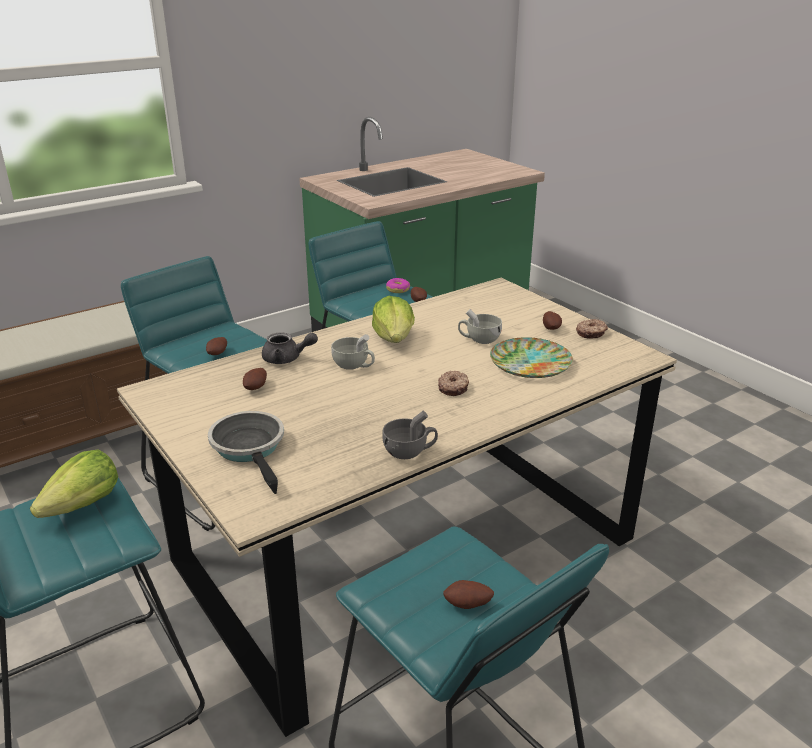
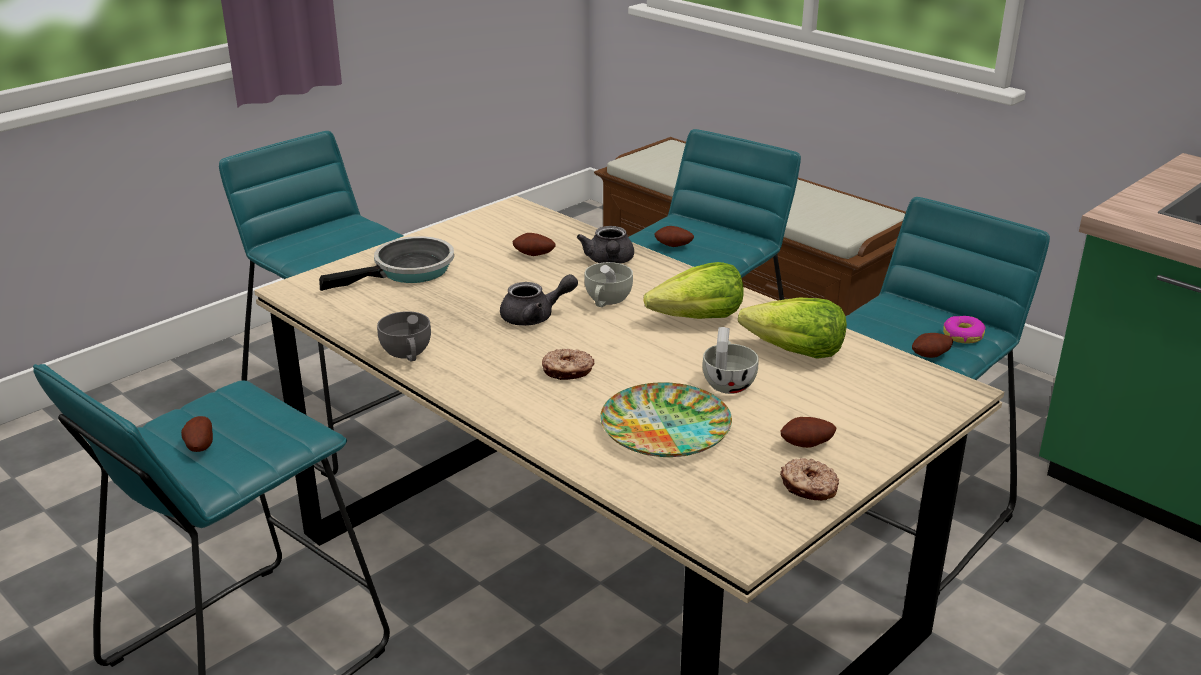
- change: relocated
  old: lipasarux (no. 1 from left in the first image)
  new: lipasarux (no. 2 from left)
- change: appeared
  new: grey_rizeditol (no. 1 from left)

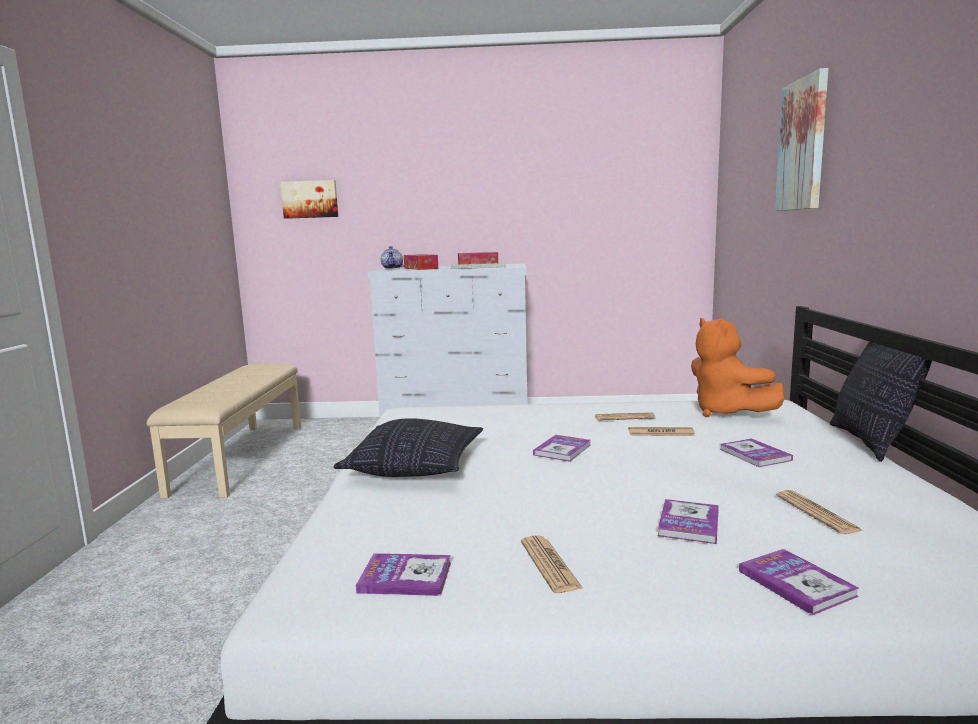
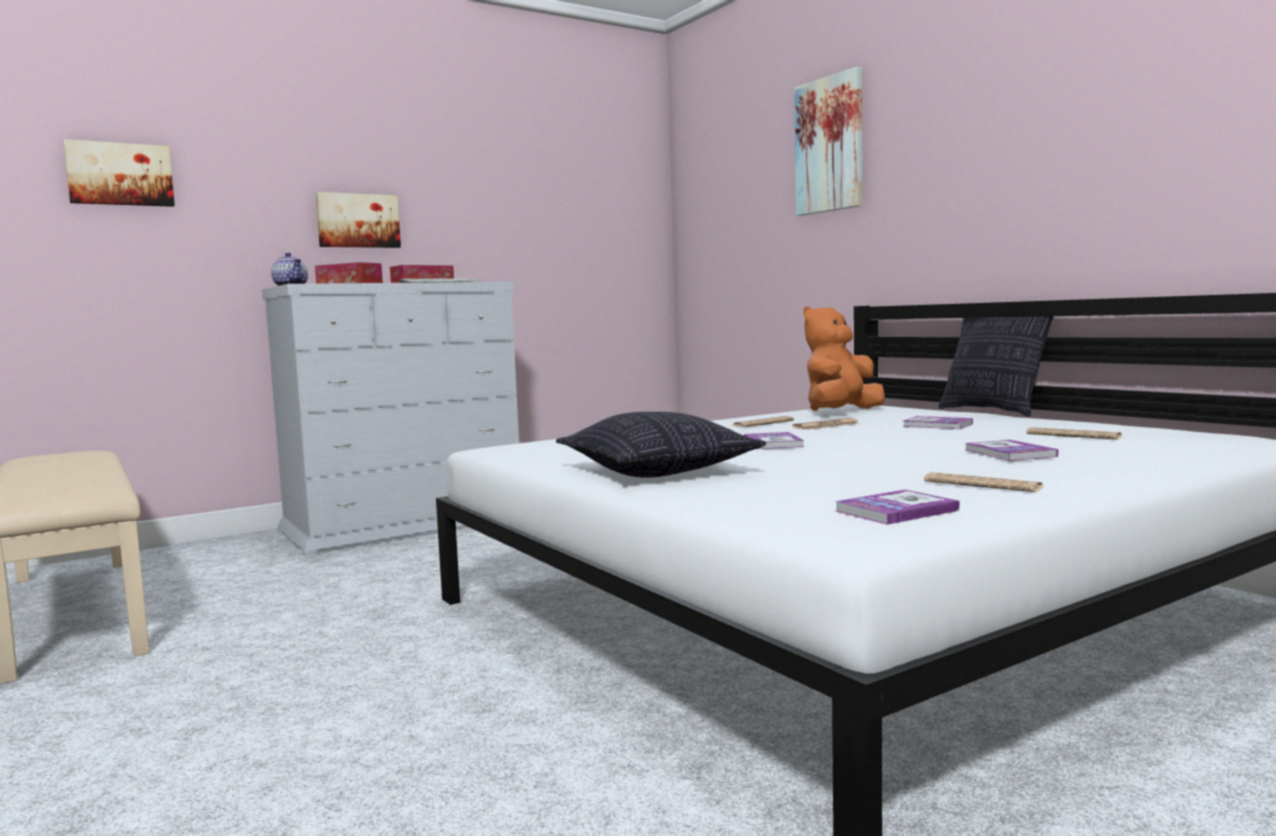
- change: spun
  old: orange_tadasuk
  degrees: 105
- change: missing
  old: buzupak (no. 5 from left)
- change: appeared
  new: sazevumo (no. 2 from left)

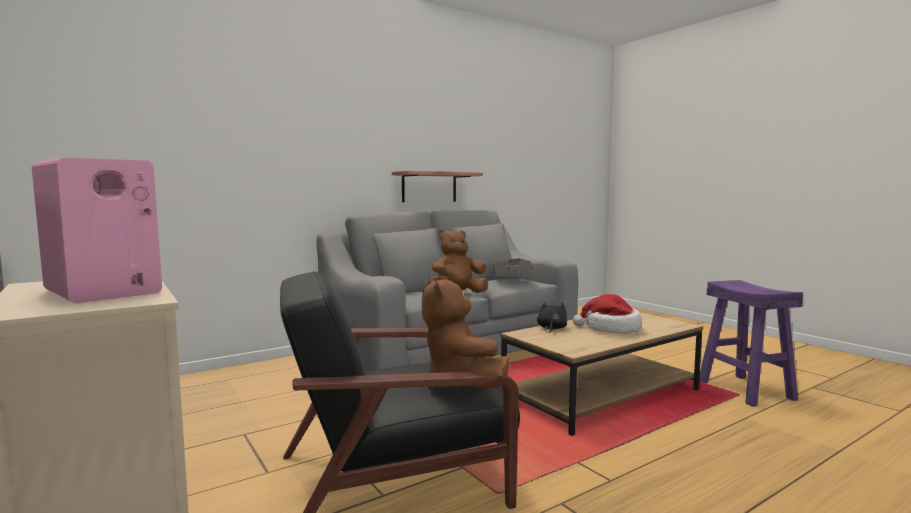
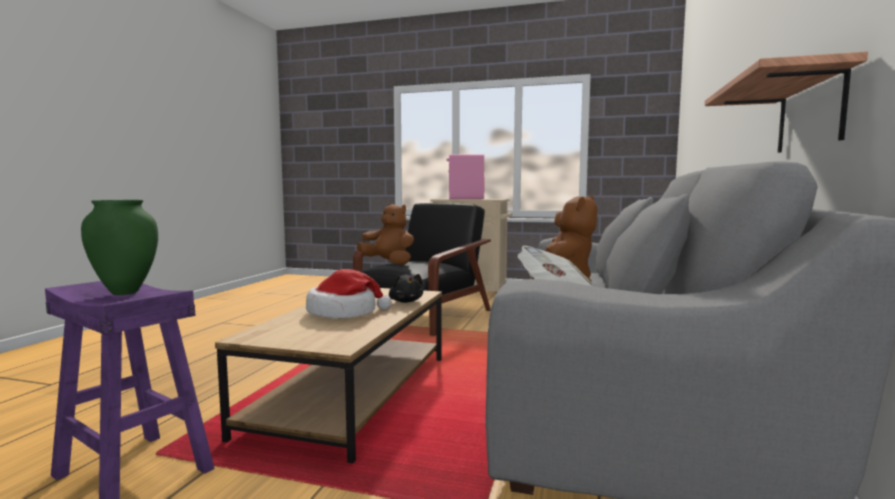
- change: appeared
  new: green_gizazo

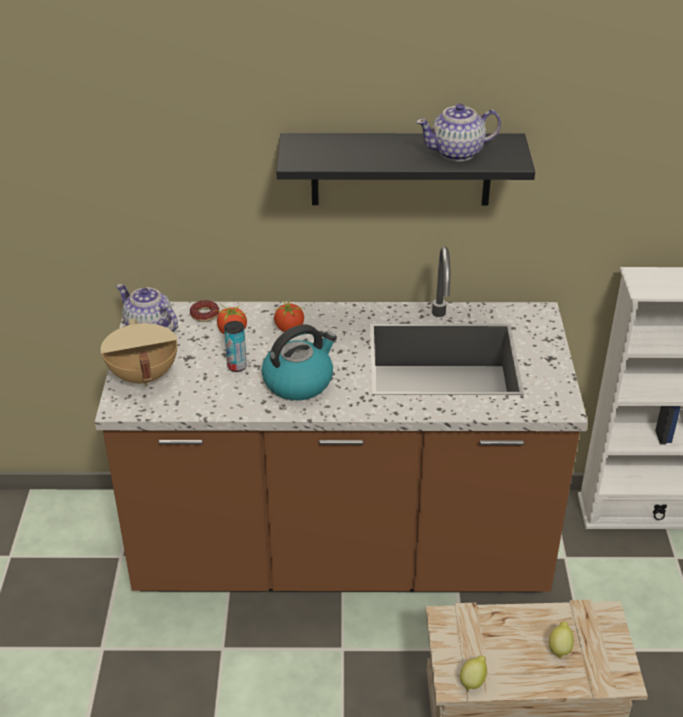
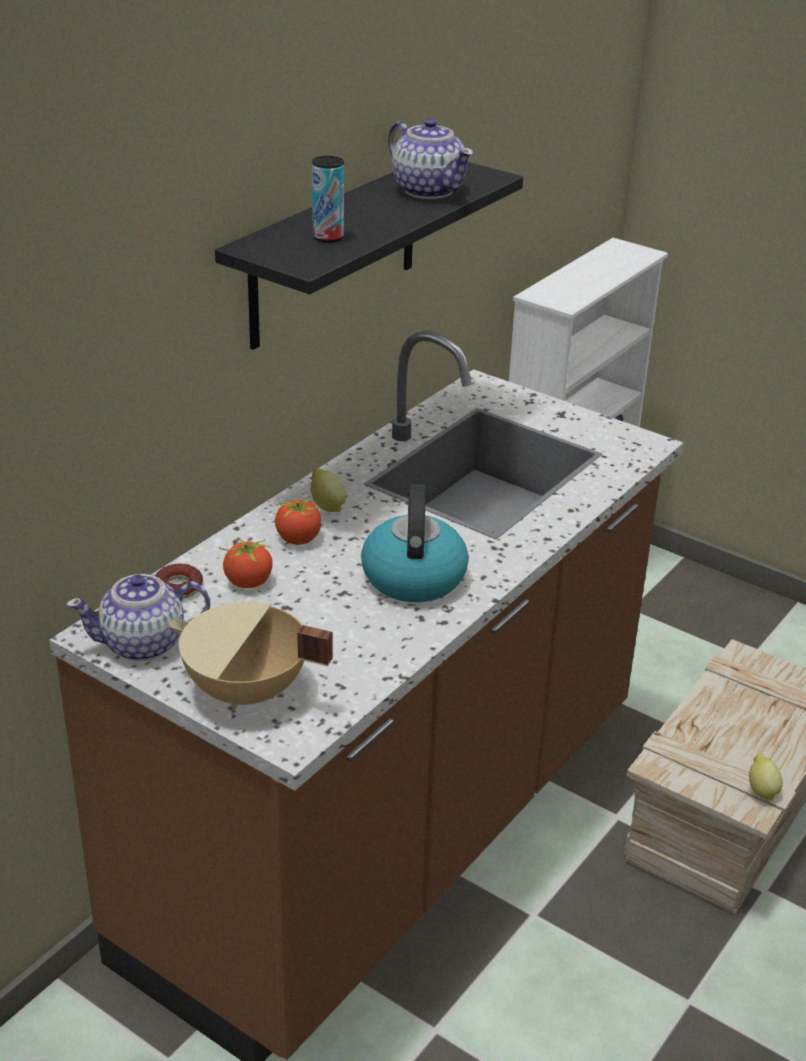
- change: spun
  old: rizeditol (no. 2 from left)
  degrees: -60
- change: relocated
  old: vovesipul
- change: relocated
  old: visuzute (no. 2 from left in the first image)
  new: visuzute (no. 1 from left)

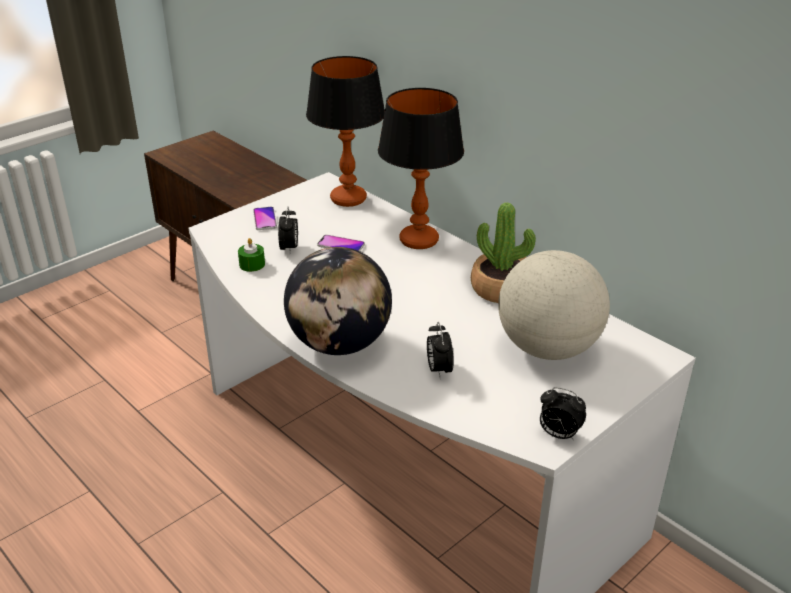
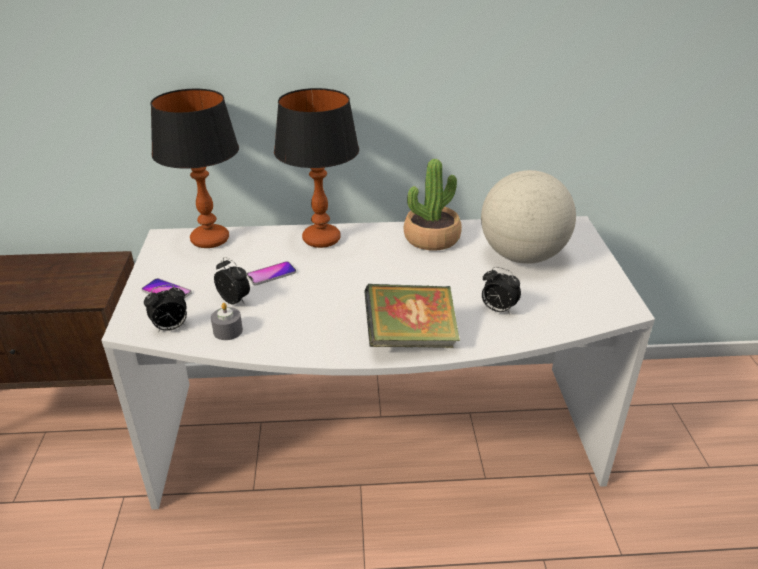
- change: colour
  old: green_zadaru
  new: grey_zadaru
- change: exchanged
  old: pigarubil (no. 1 from left)
  new: buzupak
- change: relocated
  old: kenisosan (no. 3 from left in the first image)
  new: kenisosan (no. 1 from left)

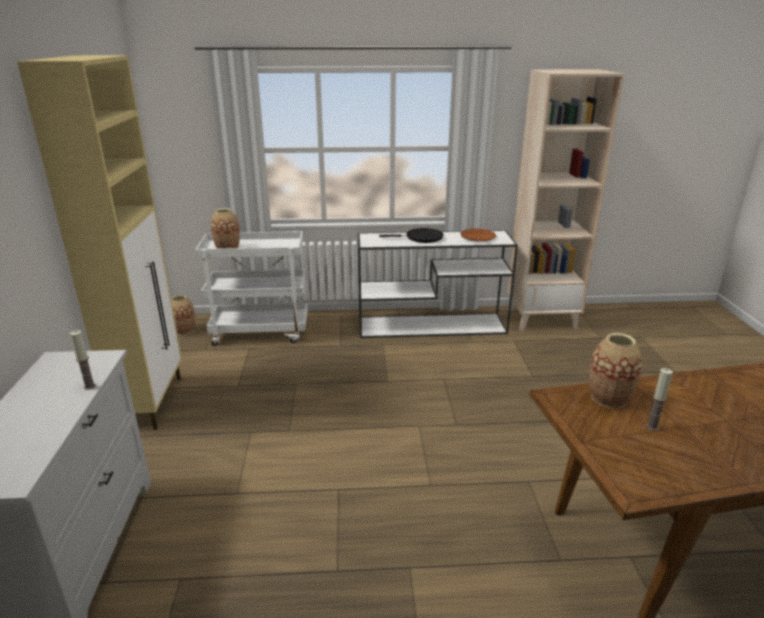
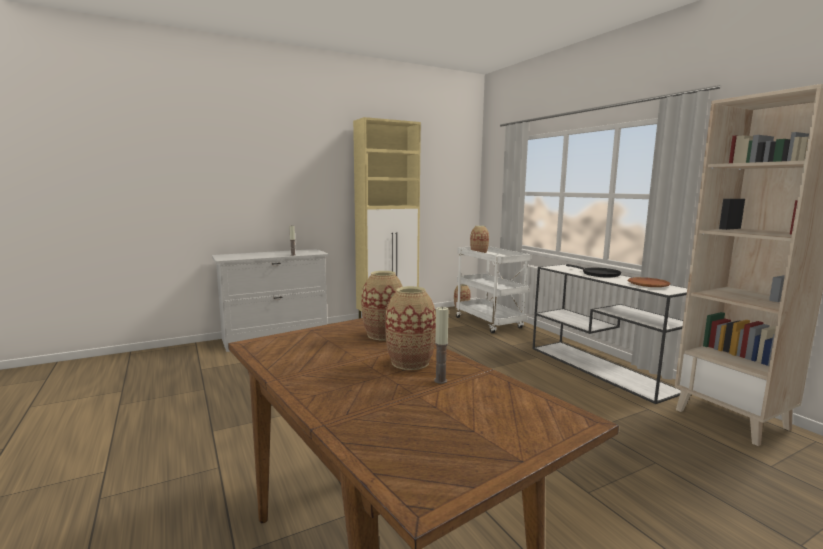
- change: relocated
  old: zadaru (no. 2 from left)
- change: appeared
  new: gizazo (no. 2 from left)

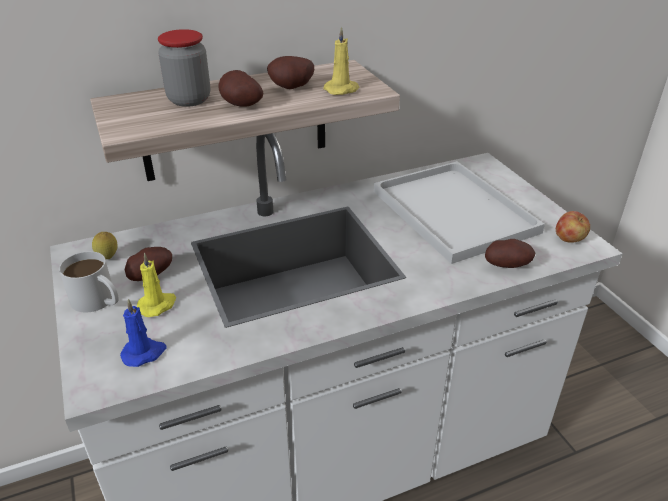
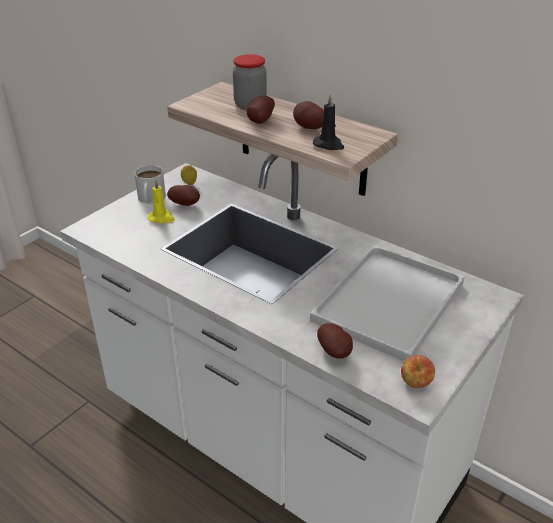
- change: colour
  old: yellow_zadaru (no. 2 from left)
  new: black_zadaru
- change: missing
  old: blue_zadaru

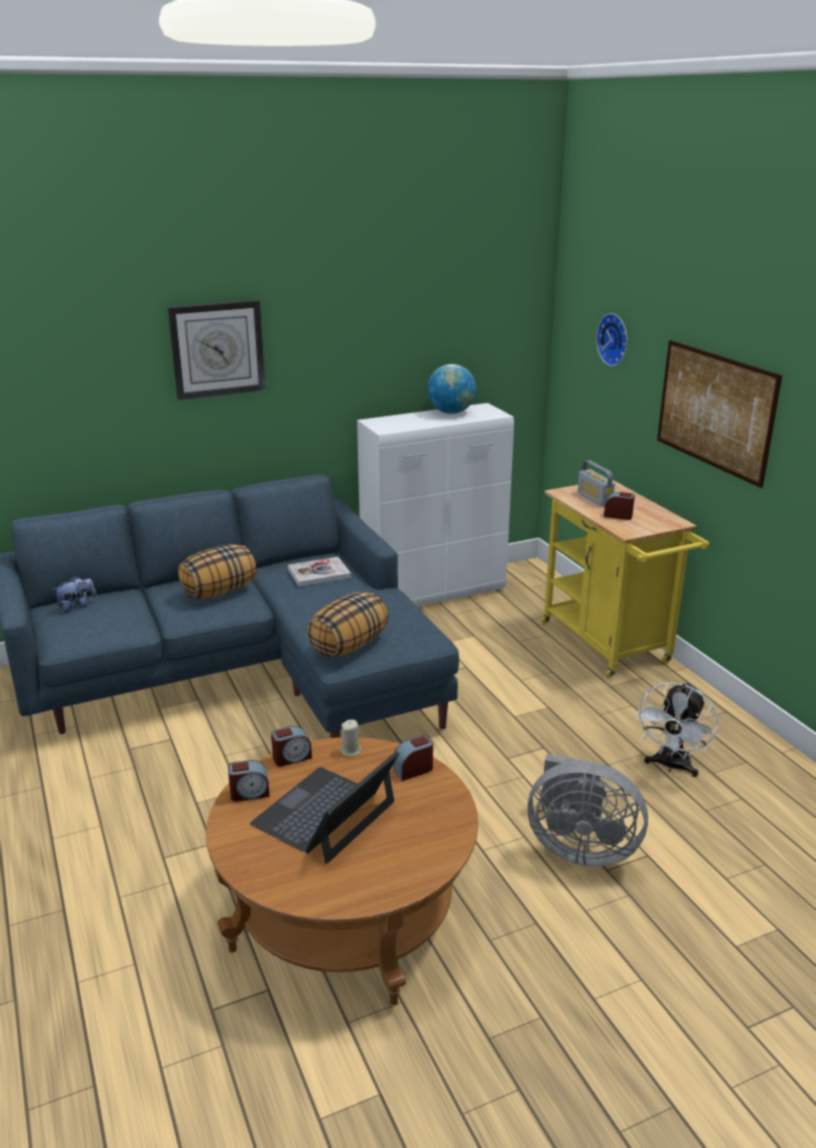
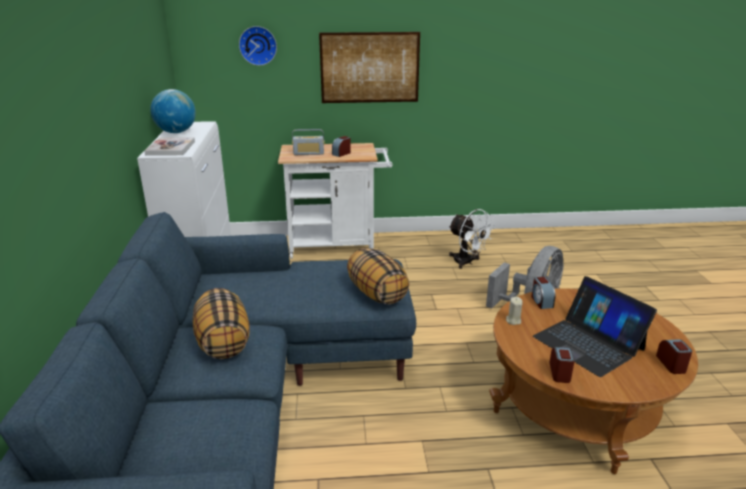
- change: missing
  old: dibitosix (no. 1 from left)
- change: colour
  old: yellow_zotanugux
  new: white_zotanugux
- change: relocated
  old: buzupak
- change: missing
  old: tadasuk
- change: relocated
  old: kenisosan (no. 2 from left in the first image)
  new: kenisosan (no. 4 from left)

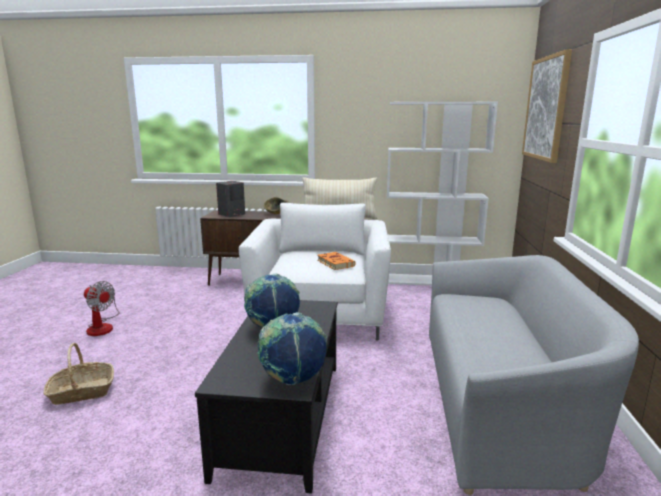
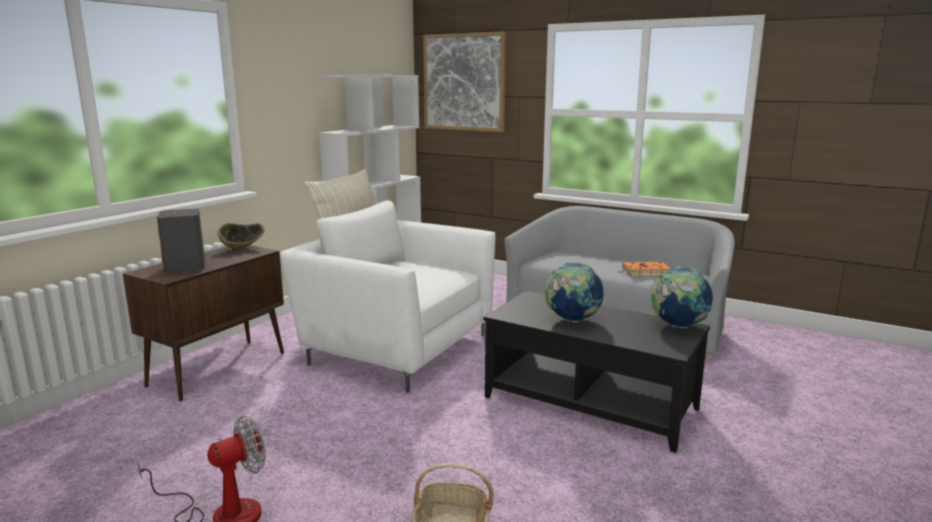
- change: relocated
  old: orange_buzupak

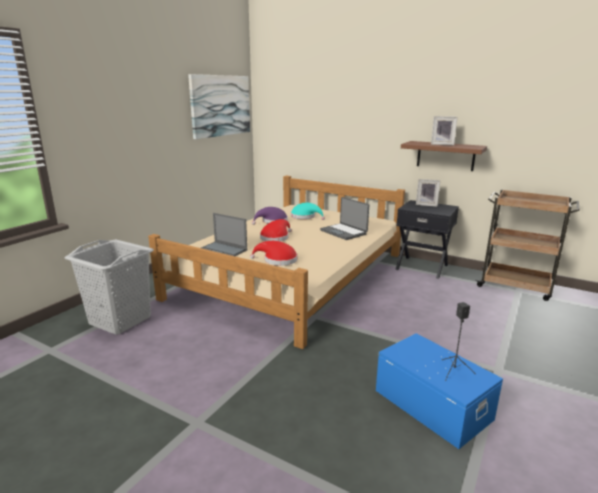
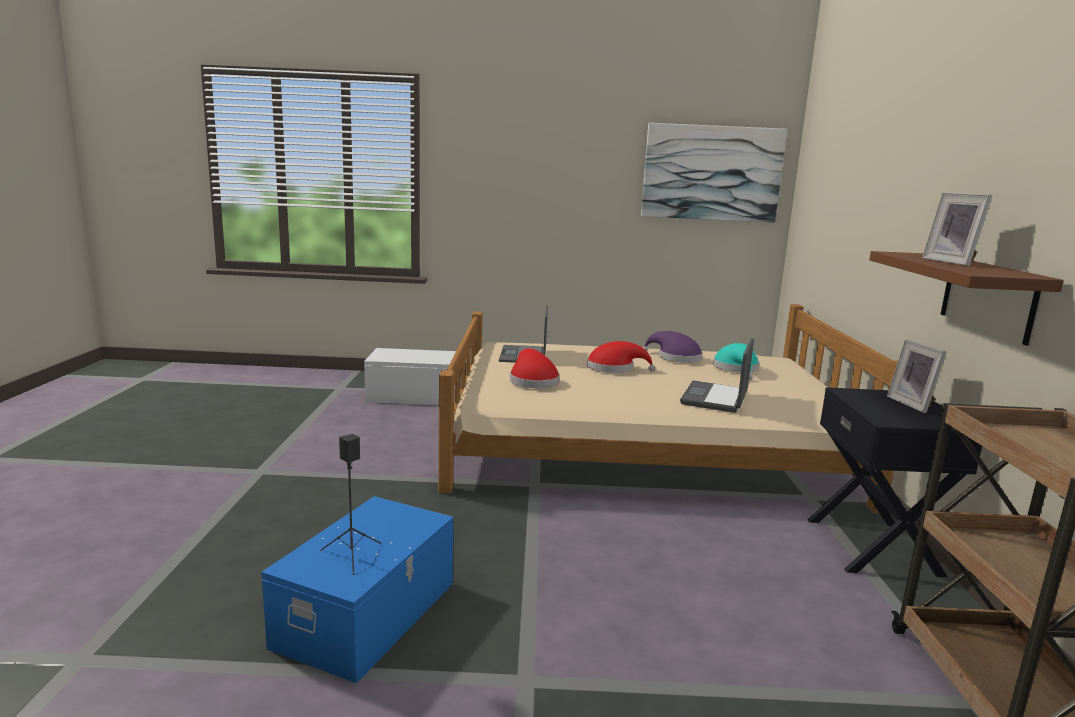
- change: exchanged
  old: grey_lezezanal
  new: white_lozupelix

